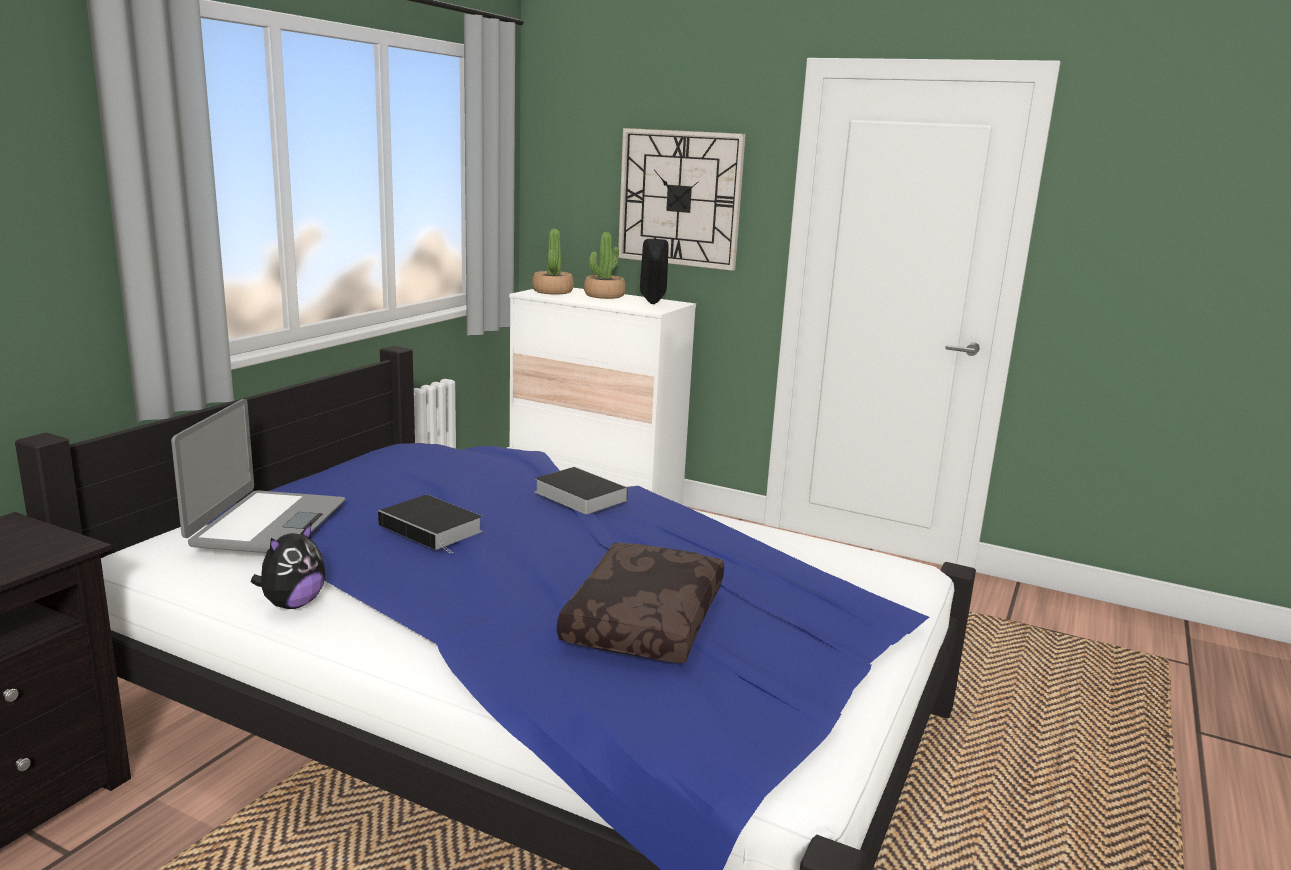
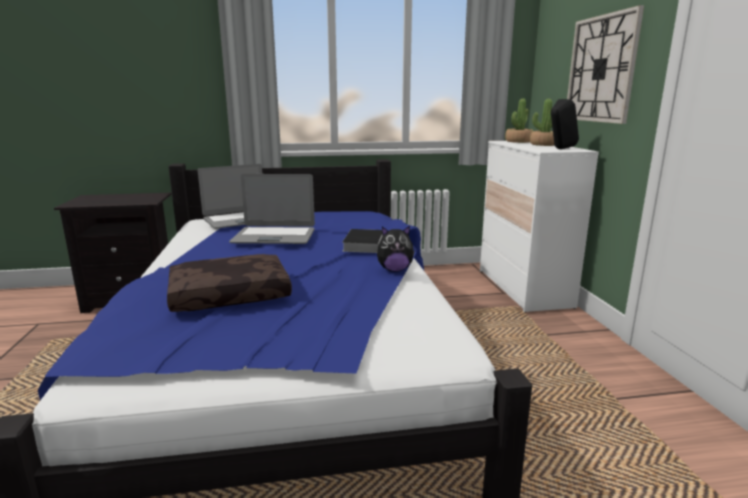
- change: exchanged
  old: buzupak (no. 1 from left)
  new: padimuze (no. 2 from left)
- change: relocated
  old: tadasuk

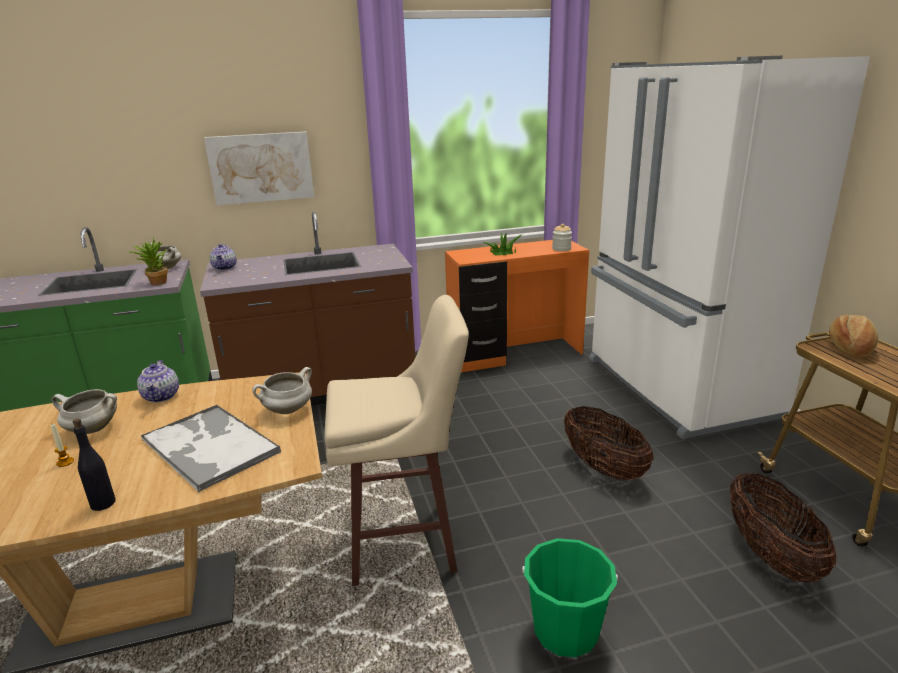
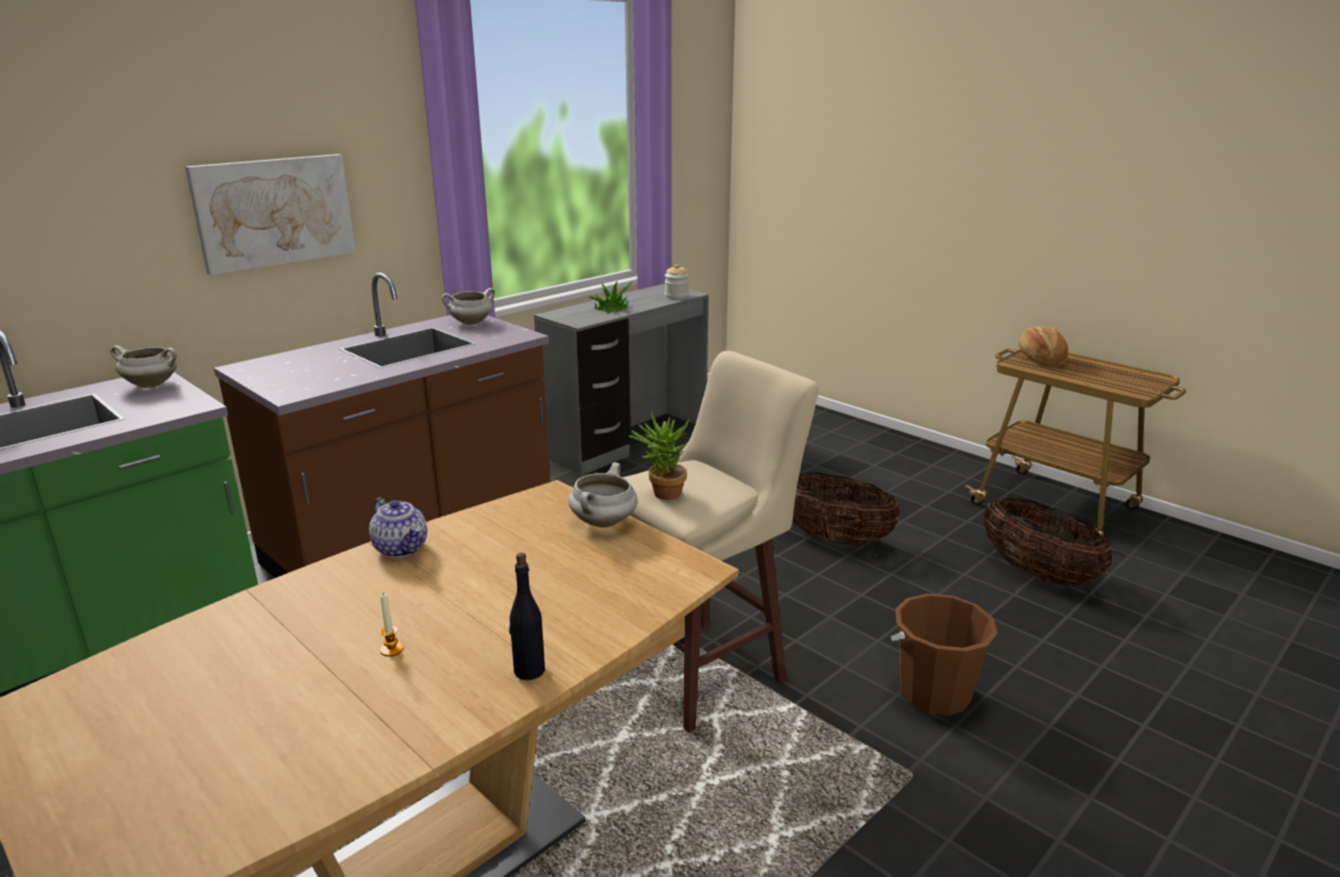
- change: missing
  old: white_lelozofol
- change: relocated
  old: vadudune (no. 1 from left in the first image)
  new: vadudune (no. 2 from left)
- change: colour
  old: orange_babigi
  new: grey_babigi
- change: missing
  old: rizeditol (no. 2 from left)
- change: relocated
  old: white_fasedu (no. 1 from left in the first image)
  new: white_fasedu (no. 2 from left)
- change: missing
  old: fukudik
- change: colour
  old: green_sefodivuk
  new: brown_sefodivuk

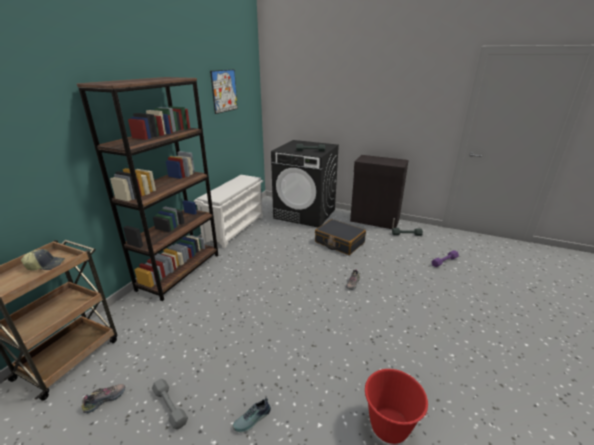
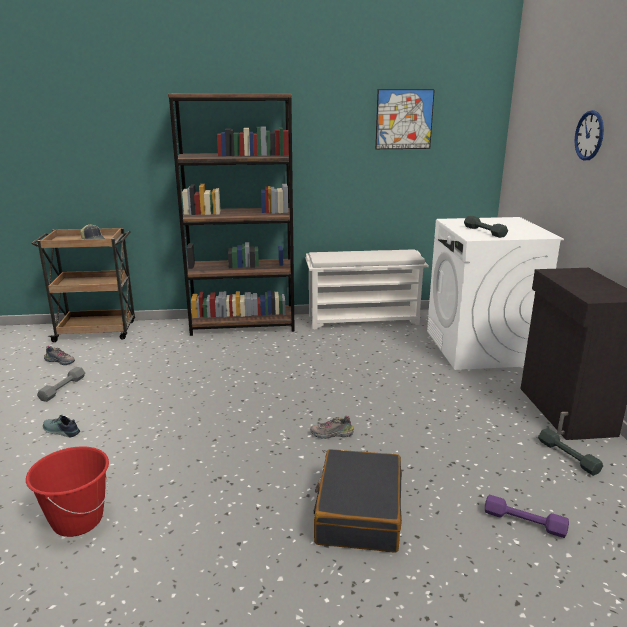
- change: colour
  old: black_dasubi
  new: white_dasubi
- change: relocated
  old: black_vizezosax
- change: appeared
  new: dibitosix

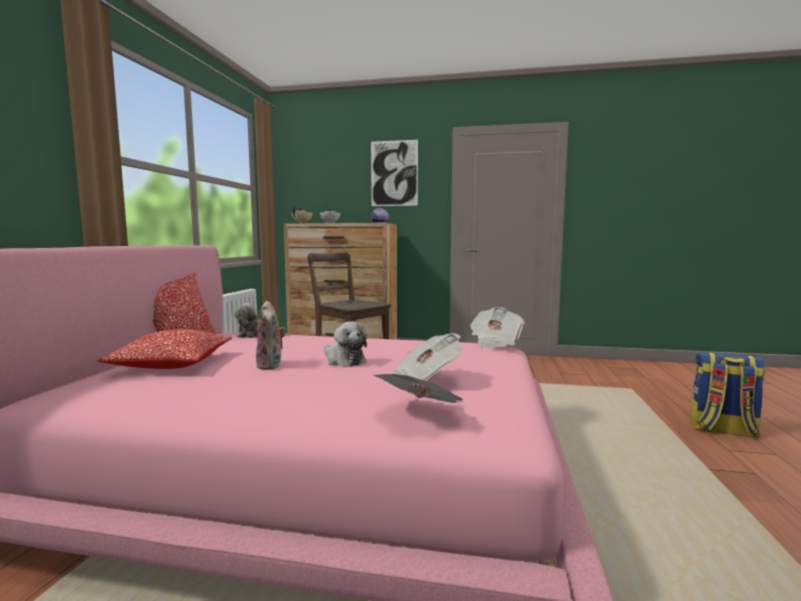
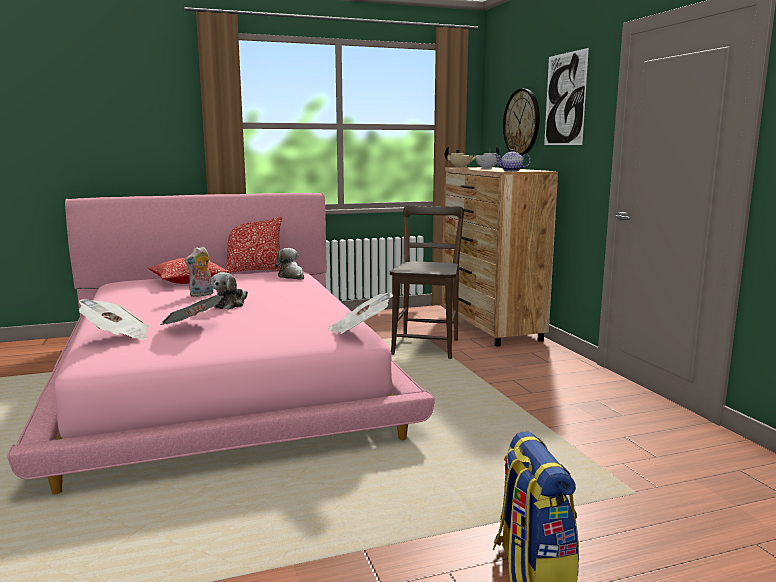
- change: appeared
  new: dibitosix

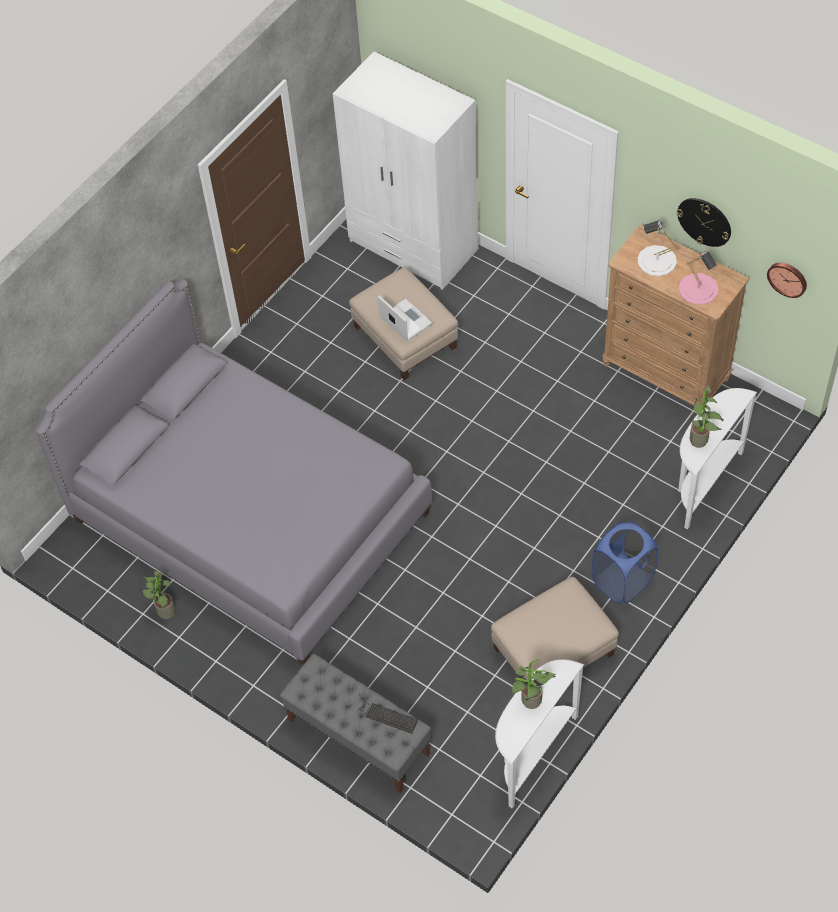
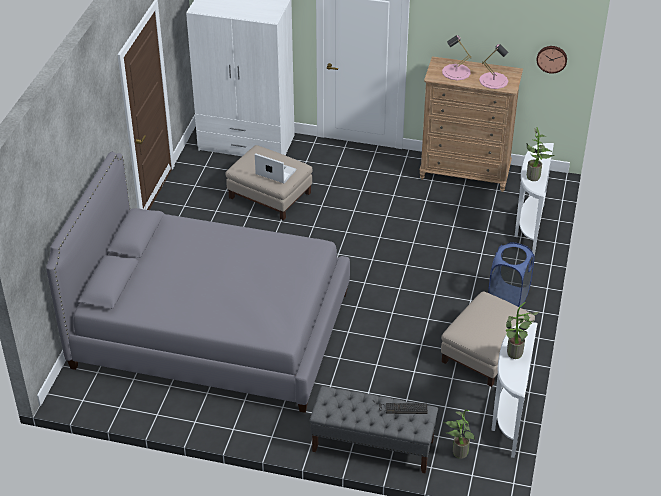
- change: missing
  old: dibitosix (no. 1 from left)
- change: colour
  old: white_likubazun
  new: pink_likubazun (no. 1 from left)
- change: relocated
  old: vadudune (no. 1 from left)

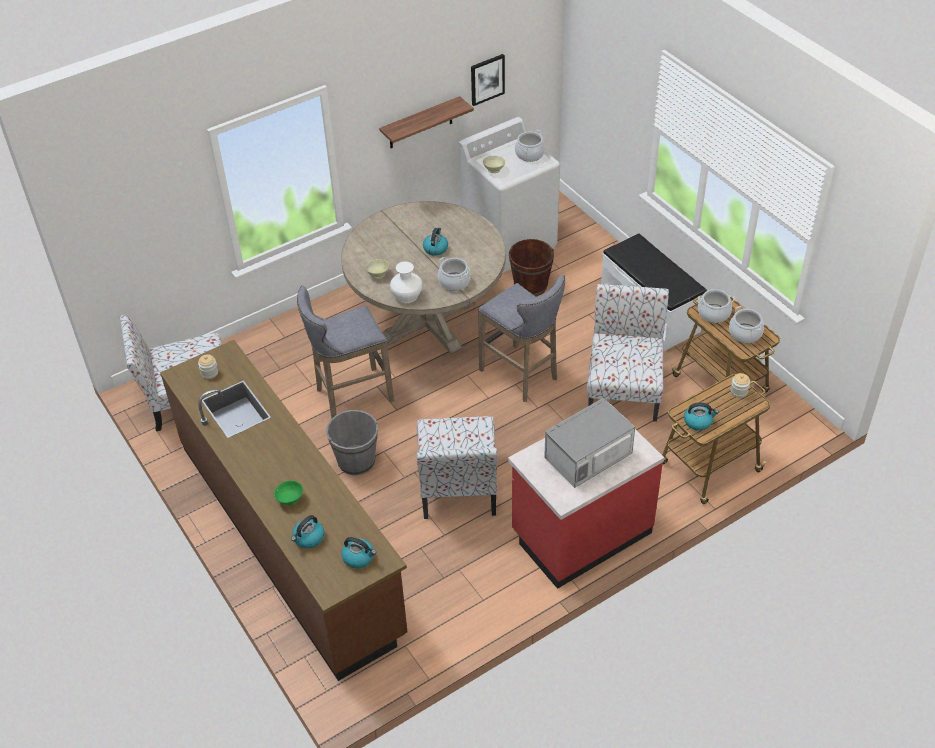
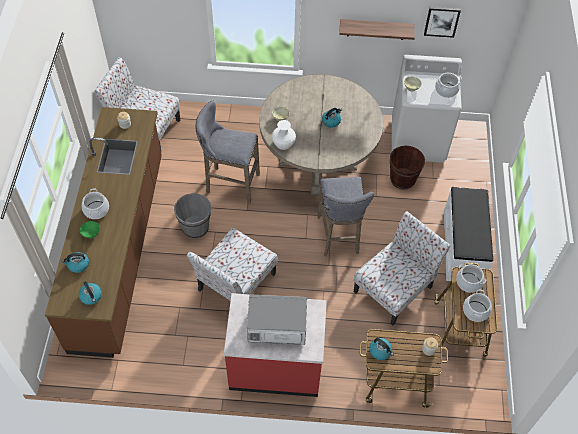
- change: relocated
  old: fasedu (no. 1 from left)

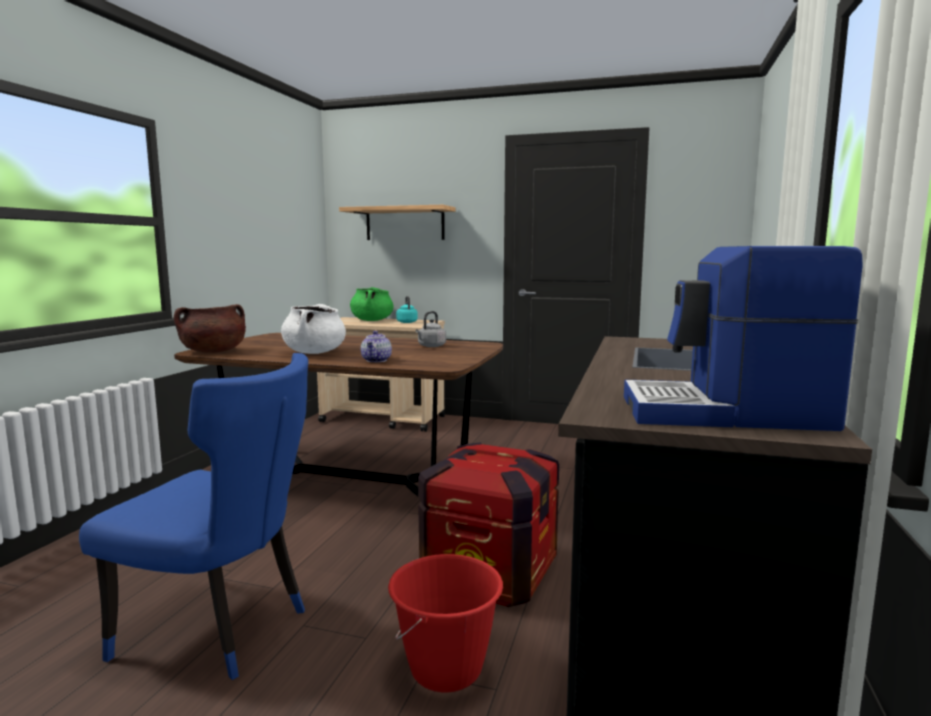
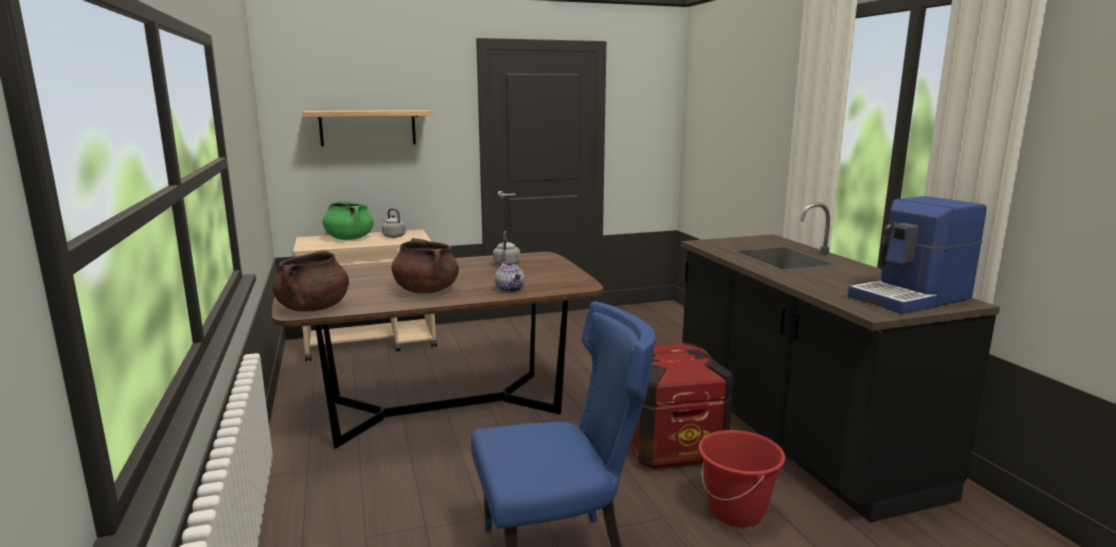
- change: colour
  old: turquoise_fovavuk
  new: grey_fovavuk (no. 1 from left)
- change: colour
  old: white_fasedu
  new: brown_fasedu (no. 2 from left)

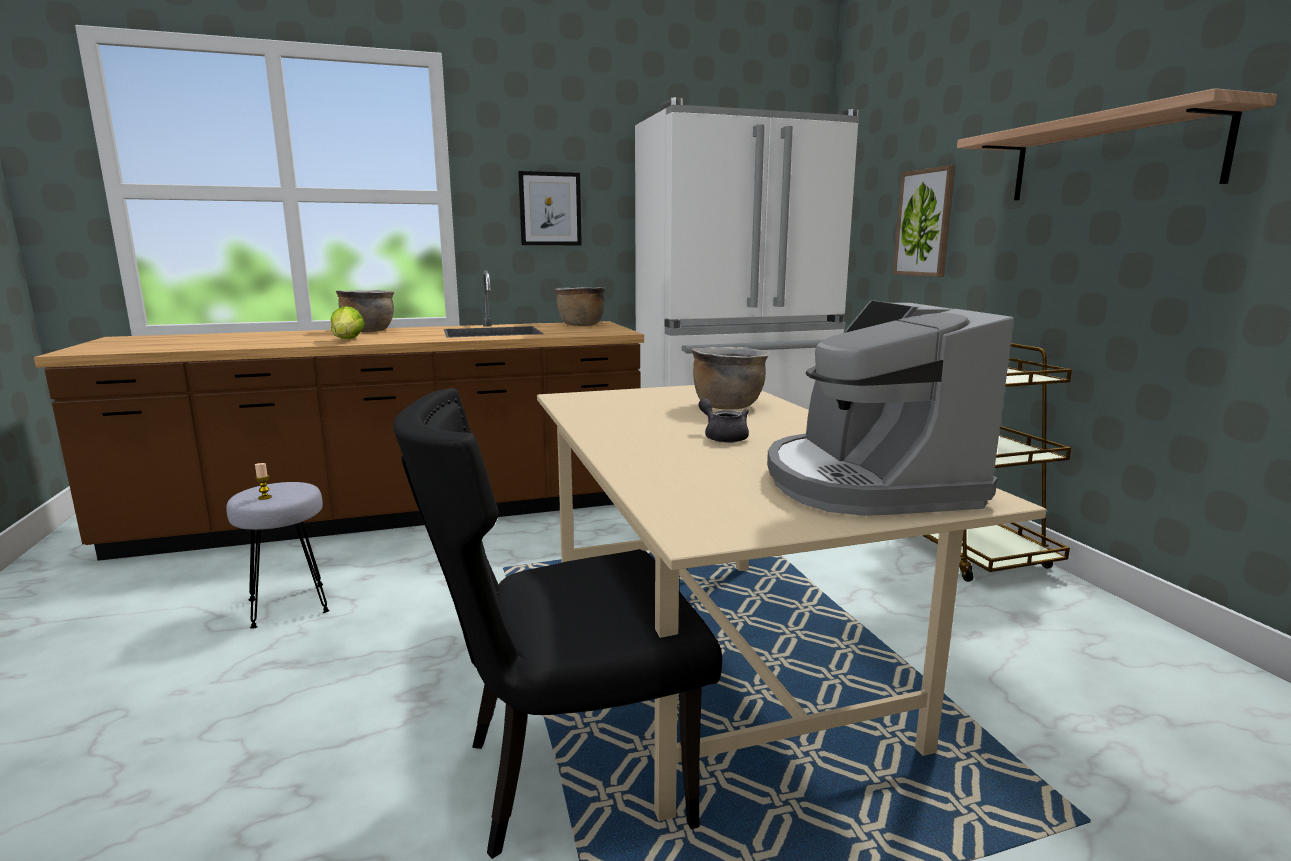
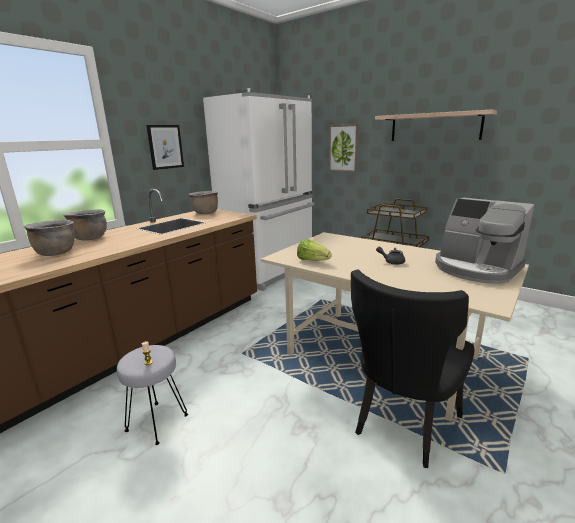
- change: relocated
  old: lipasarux
- change: relocated
  old: brown_fasedu (no. 3 from left in the first image)
  new: brown_fasedu (no. 1 from left)

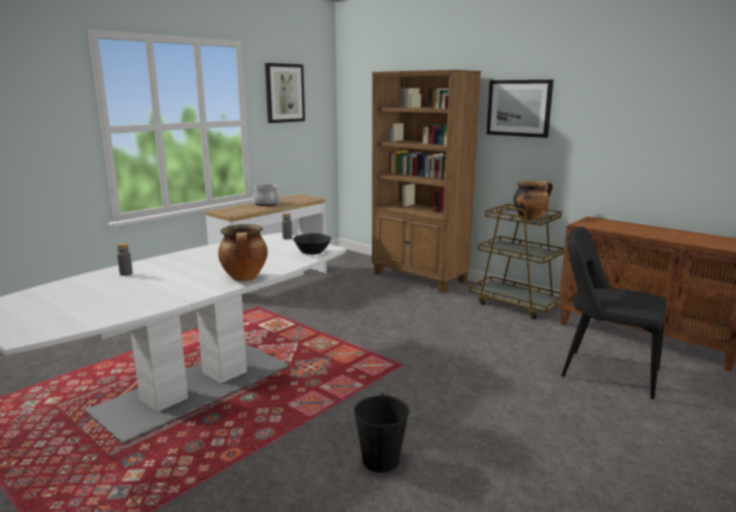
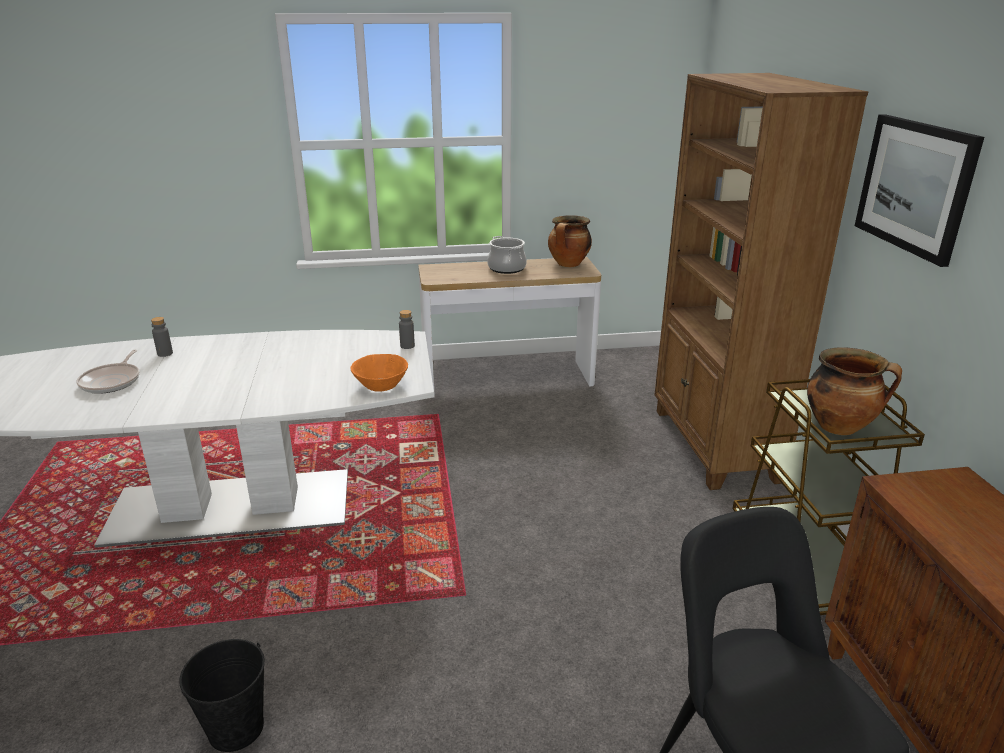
- change: missing
  old: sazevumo (no. 1 from left)
- change: relocated
  old: fasedu (no. 1 from left in the first image)
  new: fasedu (no. 2 from left)
- change: colour
  old: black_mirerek
  new: orange_mirerek
- change: appeared
  new: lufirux

